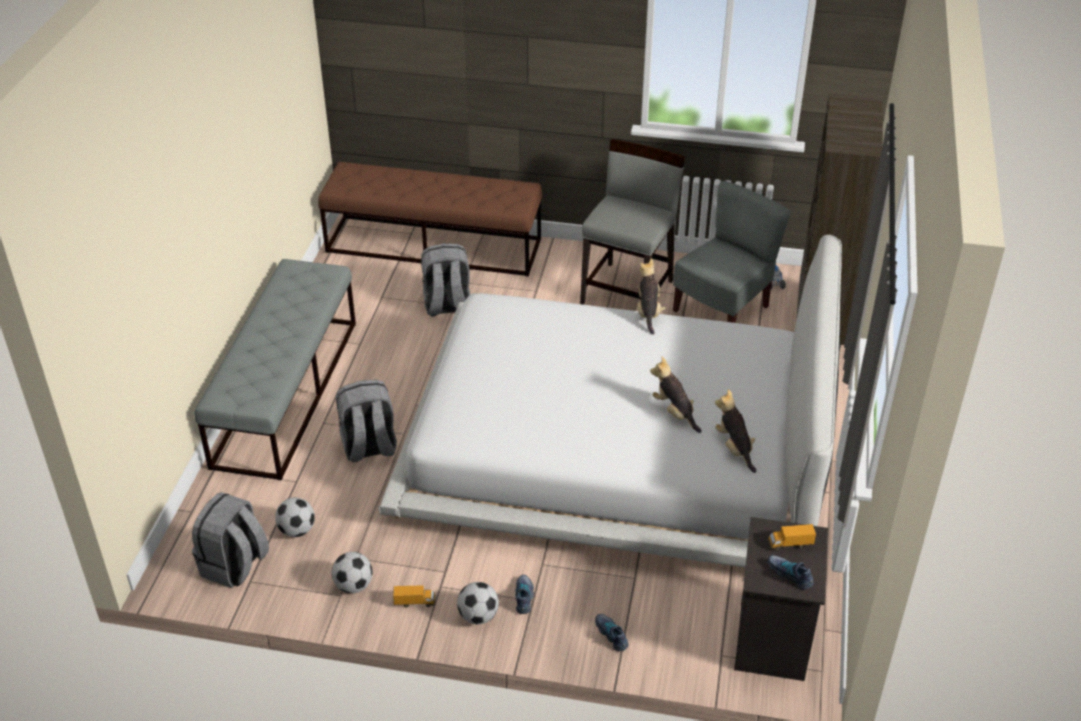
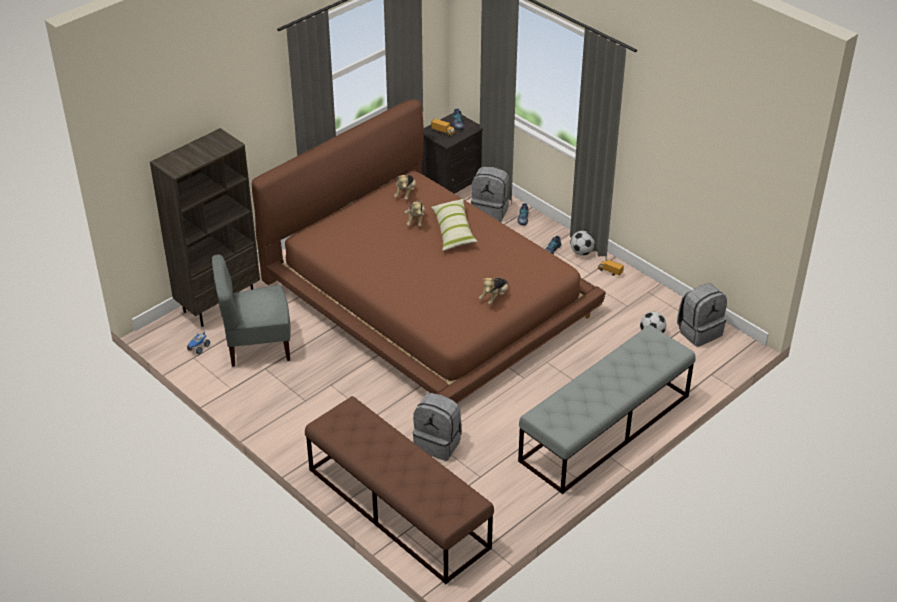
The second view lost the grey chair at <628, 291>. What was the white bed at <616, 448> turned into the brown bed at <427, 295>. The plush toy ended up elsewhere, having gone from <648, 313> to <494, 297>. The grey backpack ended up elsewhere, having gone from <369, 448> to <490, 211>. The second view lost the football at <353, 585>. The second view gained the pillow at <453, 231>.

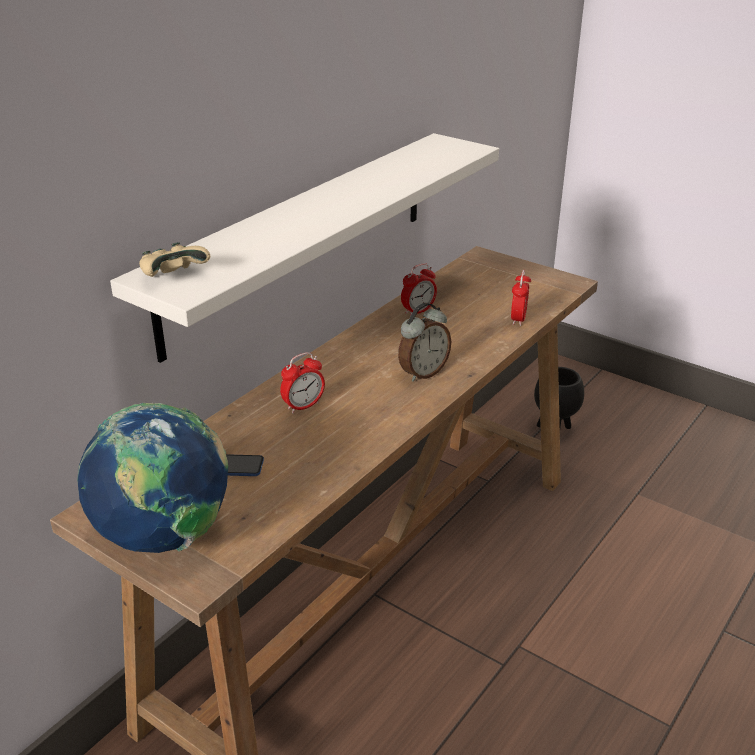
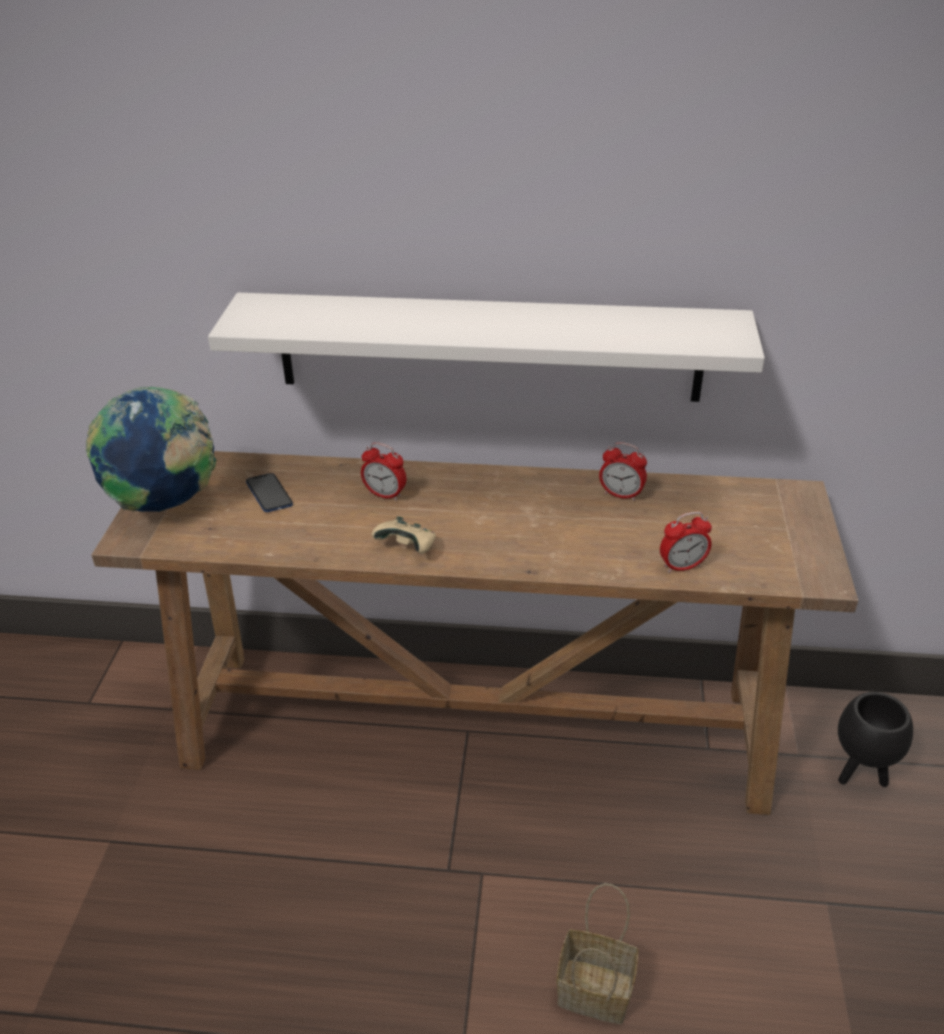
The beige game controller ended up elsewhere, having gone from <174, 276> to <408, 548>. The second view lost the alarm clock at <422, 373>. The second view gained the basket at <597, 990>.

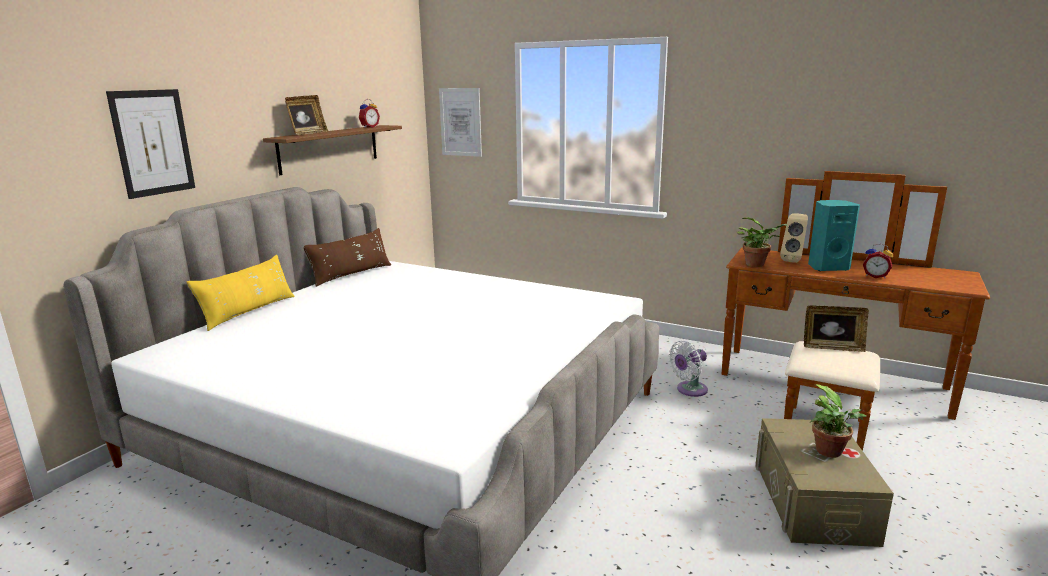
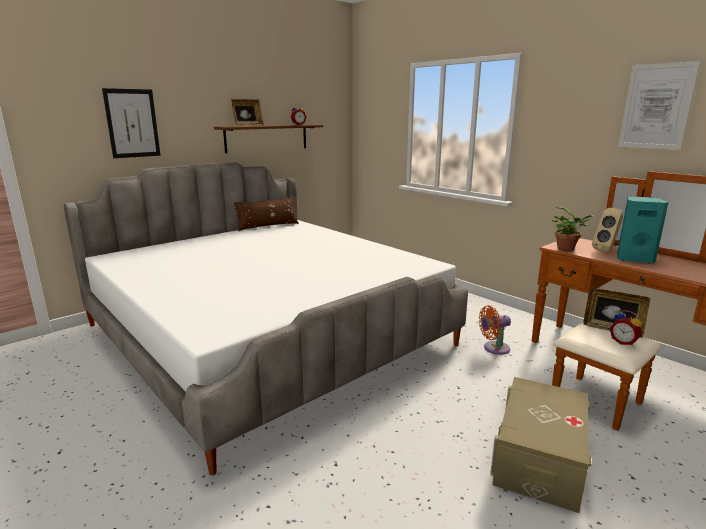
The picture ended up elsewhere, having gone from <460, 122> to <656, 106>. The alarm clock ended up elsewhere, having gone from <875, 276> to <623, 342>. The second view lost the yellow pillow at <249, 312>. What was the white fan at <689, 390> turned into the orange fan at <494, 348>. The second view lost the potted plant at <831, 453>.

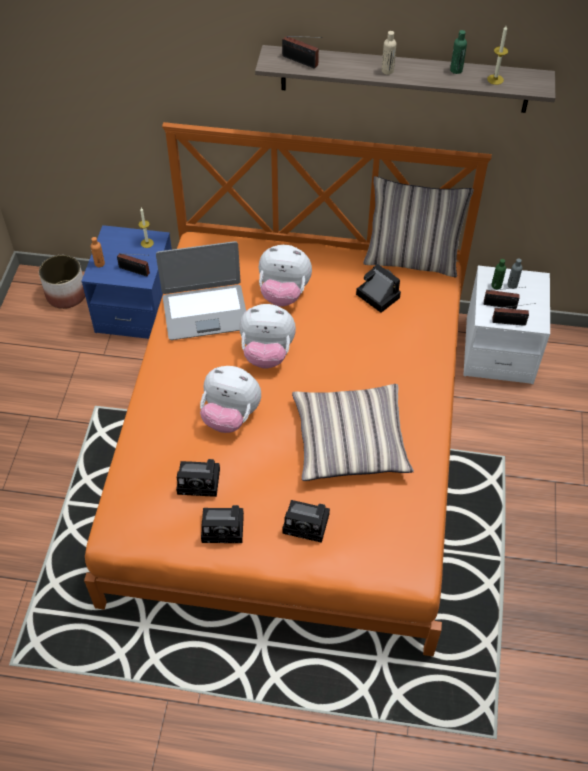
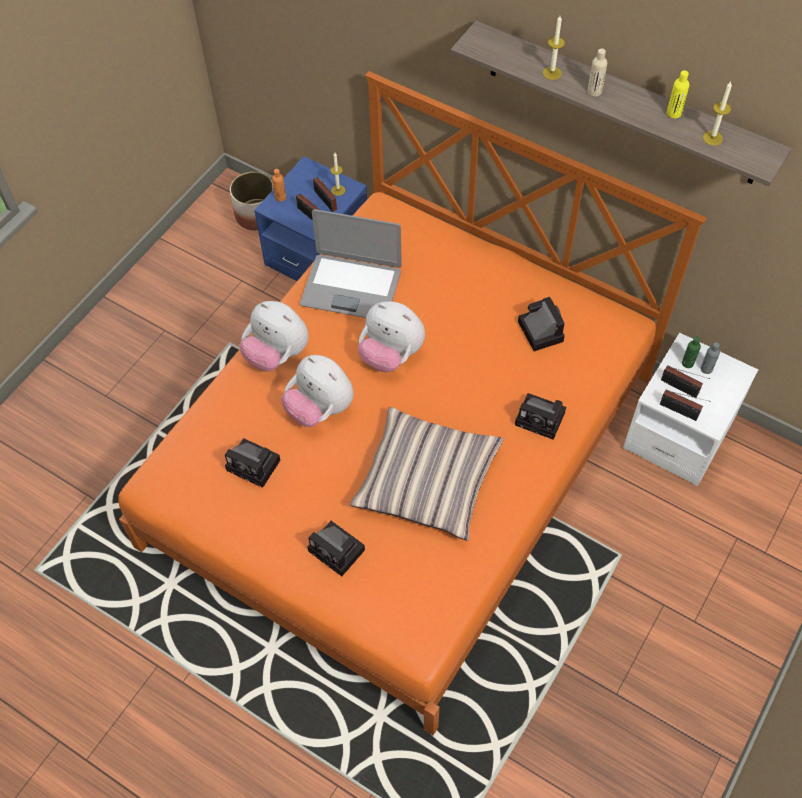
What was the green bottle at <456, 70> turned into the yellow bottle at <674, 113>. The radio ended up elsewhere, having gone from <302, 61> to <326, 201>. The second view lost the pillow at <412, 259>. The plush toy ended up elsewhere, having gone from <284, 294> to <277, 354>. The photo camera ended up elsewhere, having gone from <225, 527> to <542, 419>. The second view gained the candle at <552, 73>.

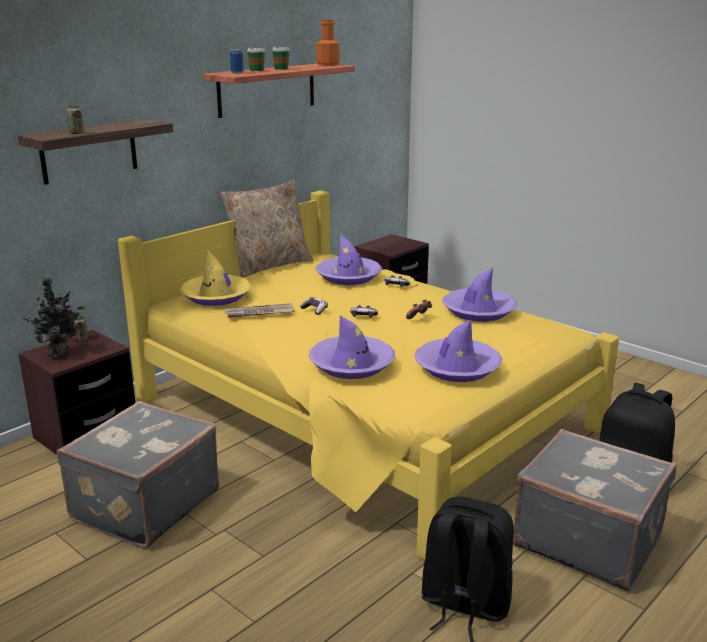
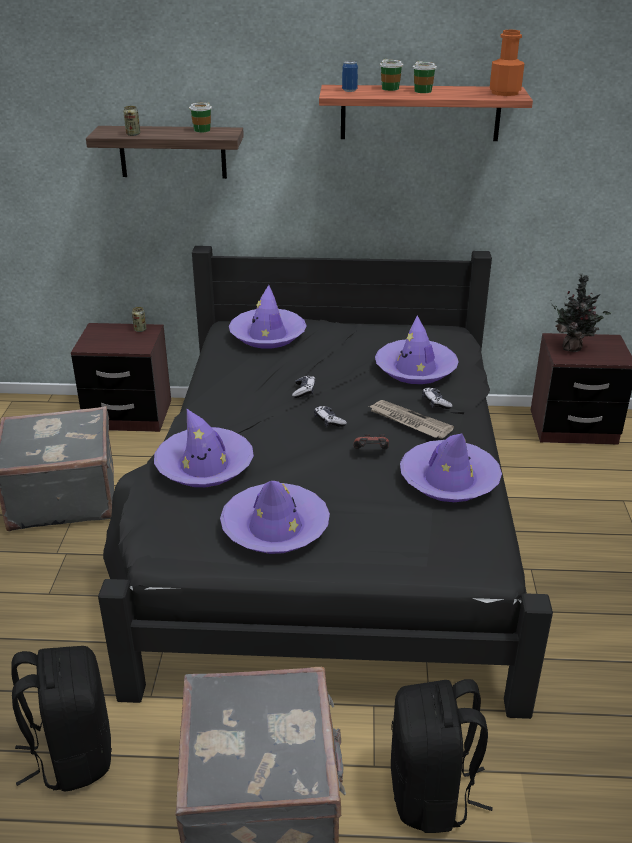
The second view lost the beige pillow at <269, 265>. What was the yellow bed at <363, 413> turned into the black bed at <329, 526>. What was the yellow hat at <216, 296> turned into the purple hat at <268, 335>. The potted plant ended up elsewhere, having gone from <60, 354> to <573, 348>. The newspaper ended up elsewhere, having gone from <259, 313> to <409, 421>. The second view gained the cup at <202, 130>.

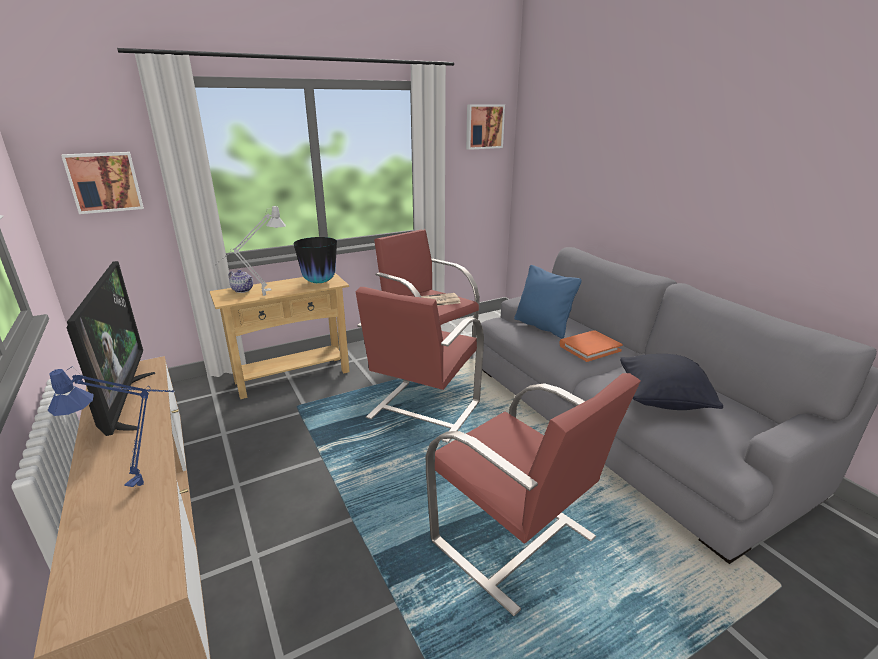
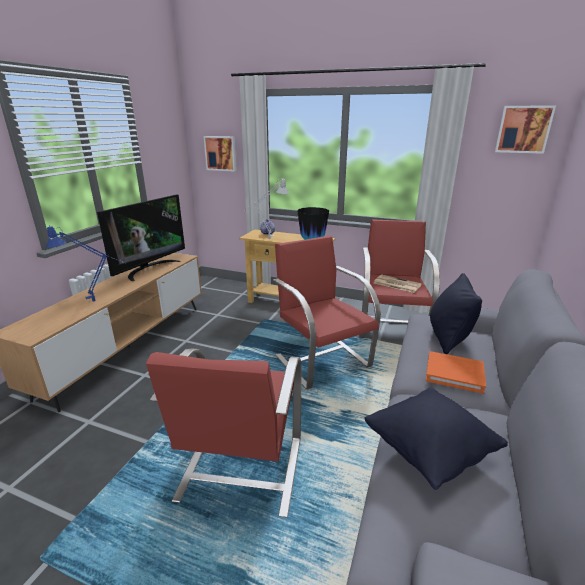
What was the blue pillow at <543, 326> turned into the black pillow at <448, 337>. The red armchair at <423, 411> ended up facing another way, 75 degrees clockwise from before.

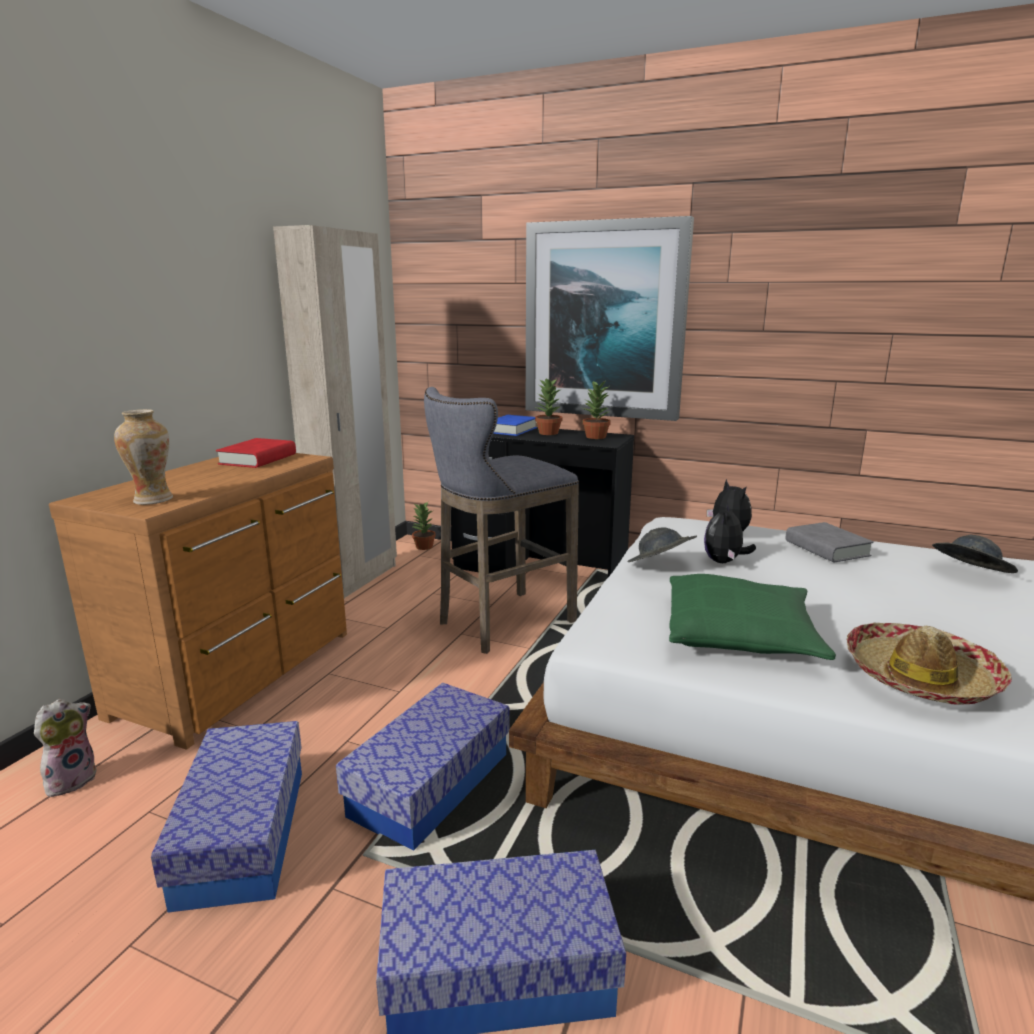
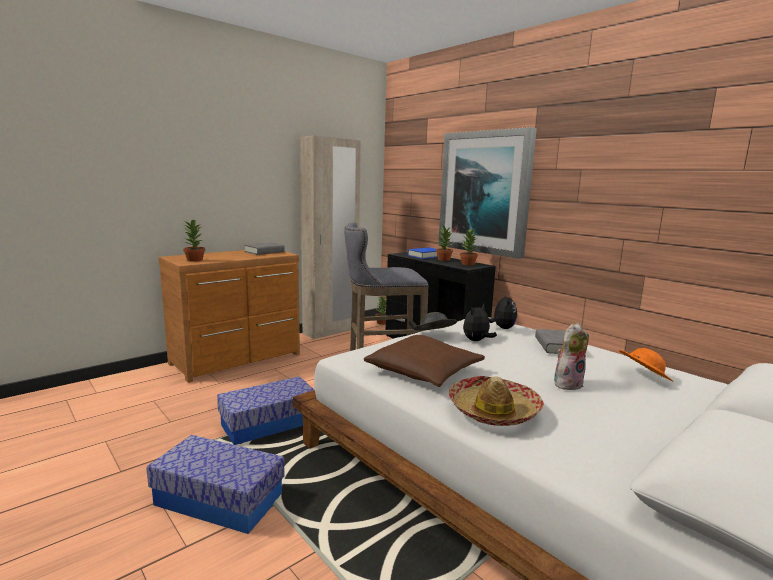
Where the vase stood at <153, 500>, the potted plant came to stand at <194, 260>. What was the red book at <258, 459> turned into the grey book at <264, 252>. What was the grey hat at <968, 574> turned into the orange hat at <642, 377>. What was the green pillow at <740, 633> turned into the brown pillow at <424, 371>. The plush toy ended up elsewhere, having gone from <72, 779> to <567, 383>. The second view lost the storage box at <242, 834>.

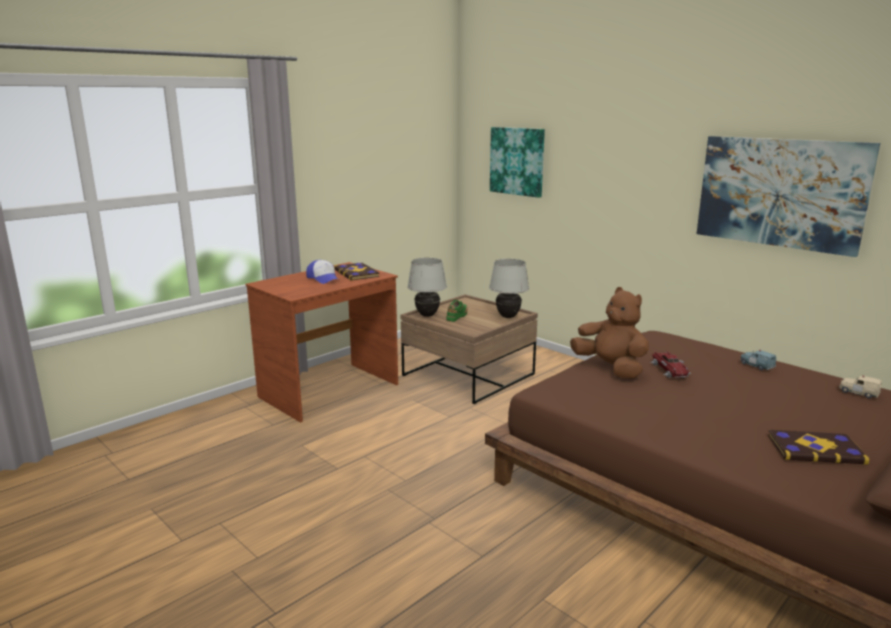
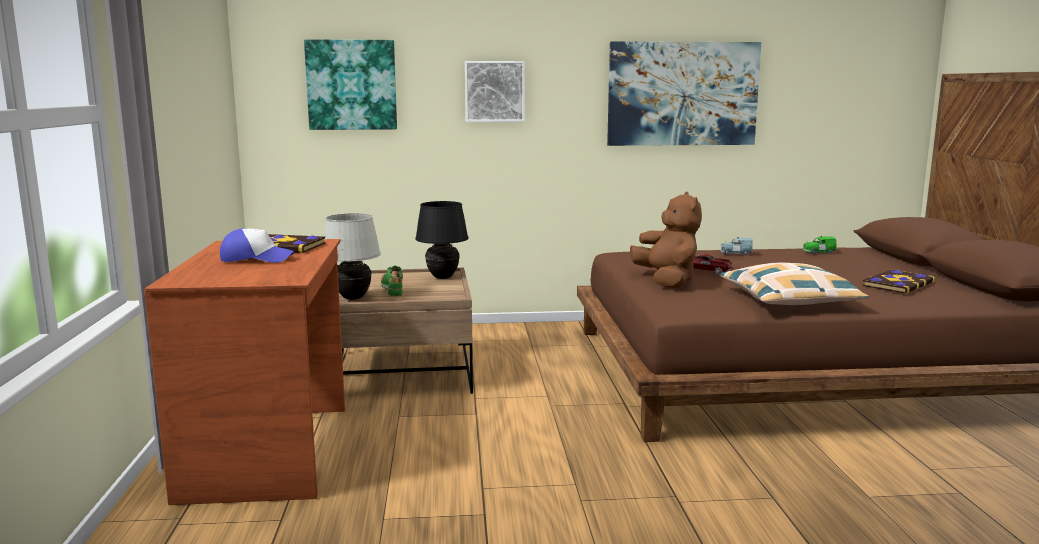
What was the white table lamp at <507, 317> turned into the black table lamp at <442, 278>. The brown plush toy at <610, 368> ended up facing another way, 75 degrees clockwise from before. What was the beige toy car at <858, 393> turned into the green toy car at <818, 252>. The second view gained the picture at <494, 91>. The second view gained the pillow at <789, 300>.

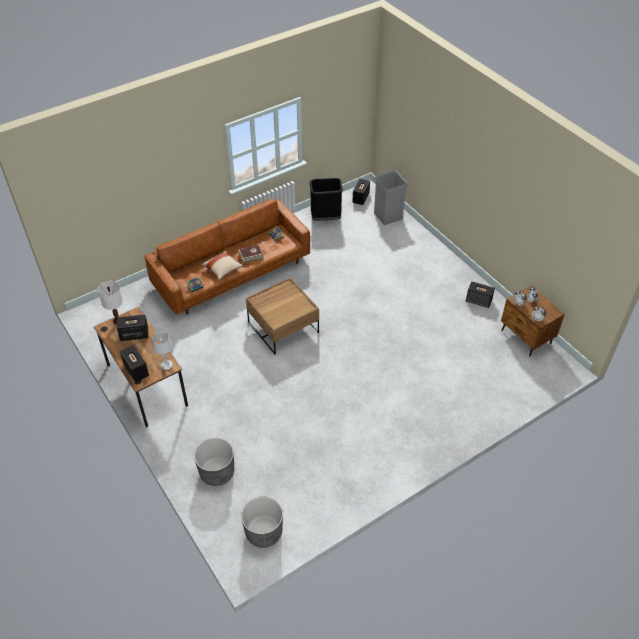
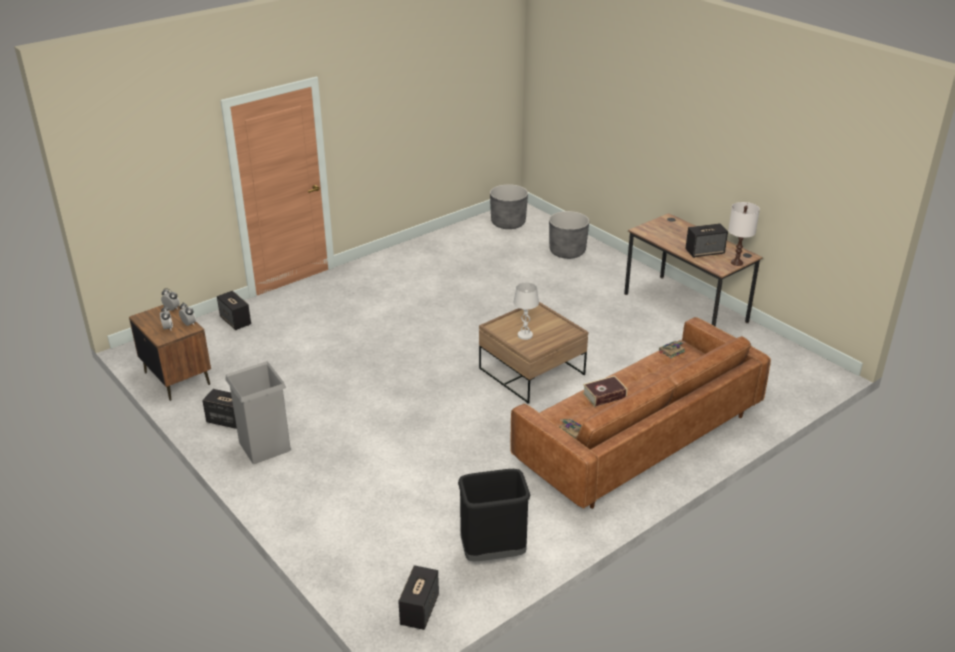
The grey trash can ended up elsewhere, having gone from <388, 216> to <264, 446>. The second view lost the beige pillow at <222, 269>. The white table lamp ended up elsewhere, having gone from <166, 365> to <525, 335>. The speaker ended up elsewhere, having gone from <136, 370> to <236, 321>.

